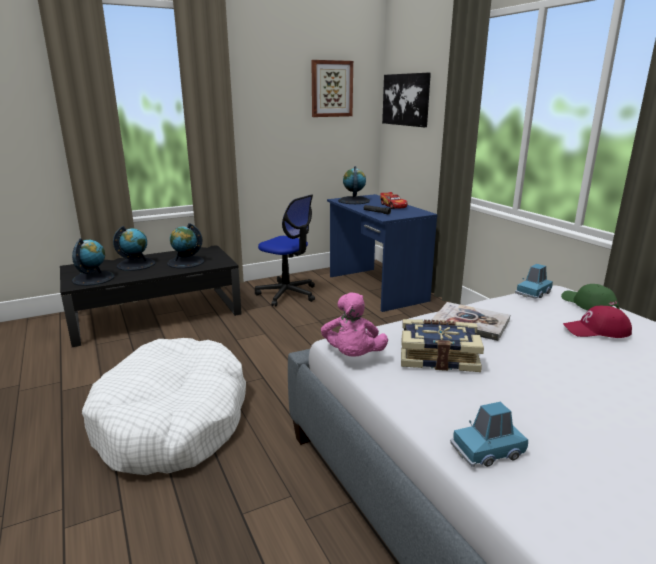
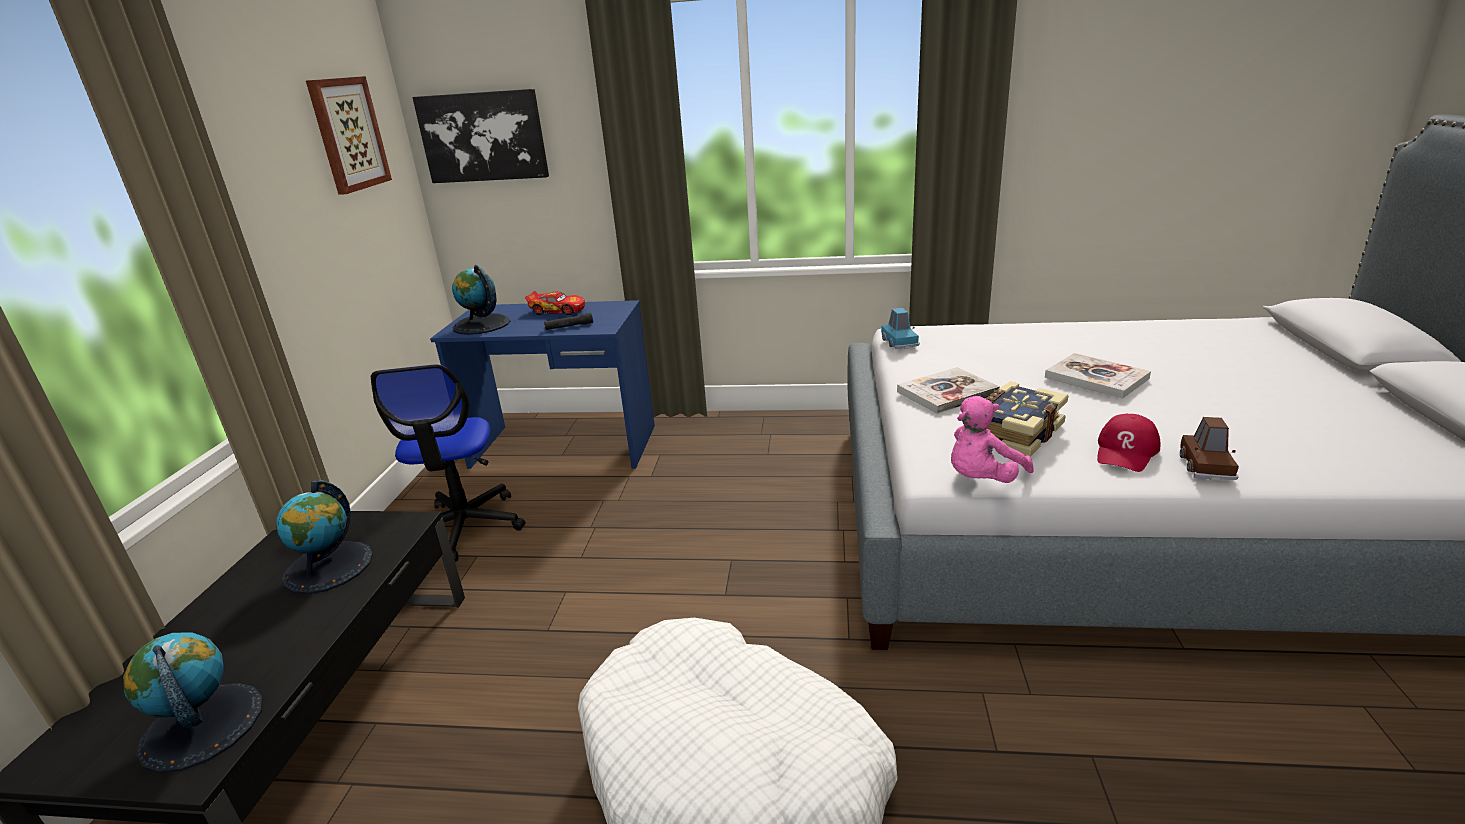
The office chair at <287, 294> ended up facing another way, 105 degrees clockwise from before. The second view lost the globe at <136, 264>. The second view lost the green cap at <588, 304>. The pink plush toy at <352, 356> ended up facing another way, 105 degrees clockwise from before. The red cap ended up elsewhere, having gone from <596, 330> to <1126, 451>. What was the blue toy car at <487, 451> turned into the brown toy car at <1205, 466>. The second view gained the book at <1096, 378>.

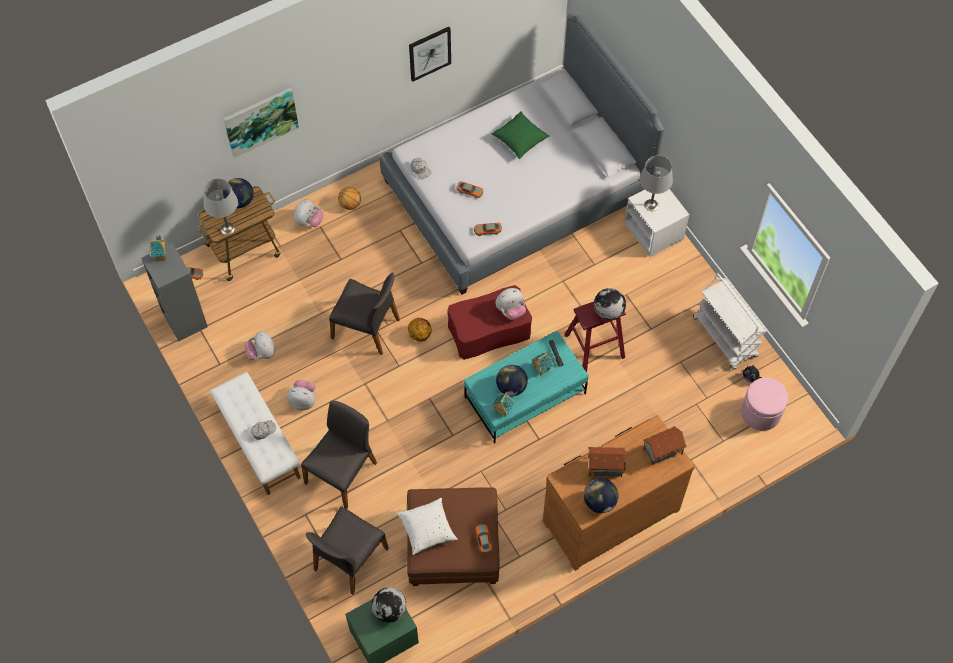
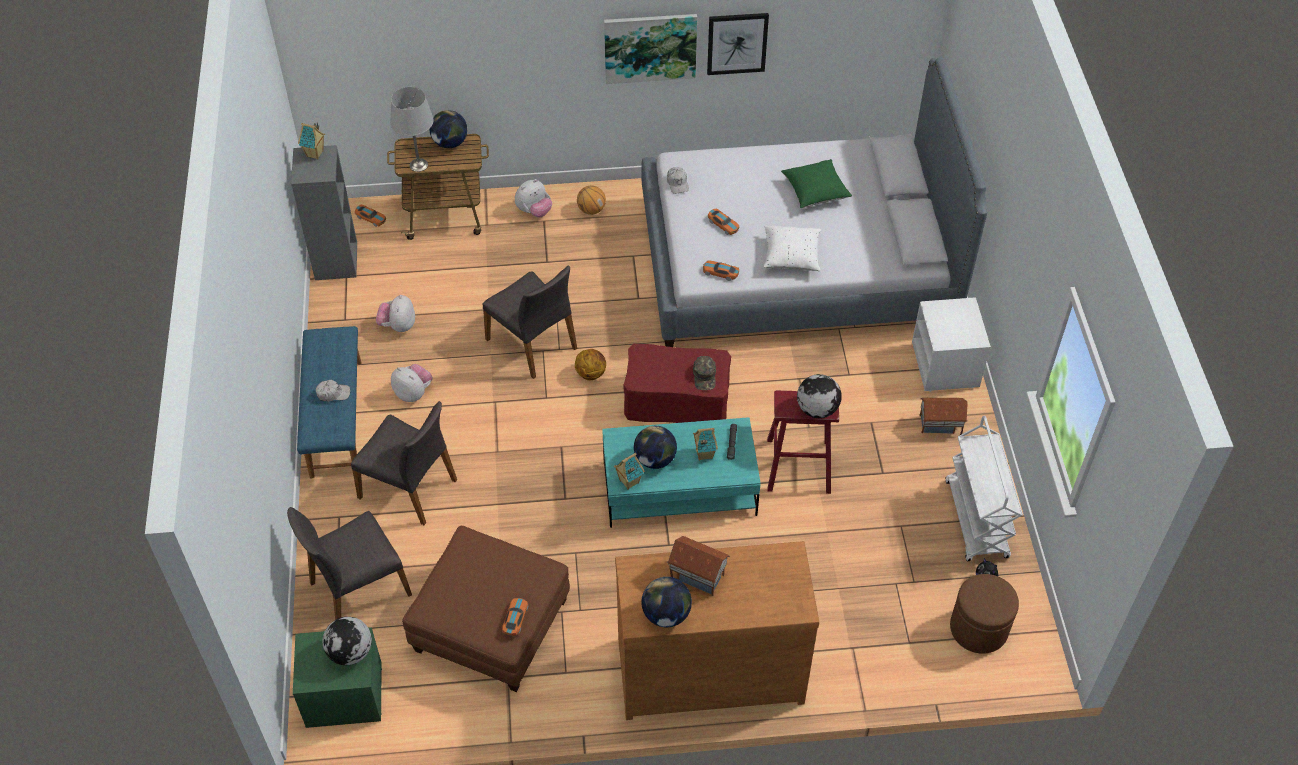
The picture ended up elsewhere, having gone from <260, 121> to <650, 47>. The second view lost the grey table lamp at <651, 205>. Where the plush toy stood at <510, 310>, the green cap came to stand at <705, 376>. What was the white bench at <258, 442> turned into the blue bench at <335, 418>. What was the pink ottoman at <760, 412> turned into the brown ottoman at <978, 628>. The grey chair at <342, 472> ended up facing another way, 60 degrees clockwise from before. The toy house ended up elsewhere, having gone from <663, 452> to <940, 425>. The white pillow ended up elsewhere, having gone from <427, 530> to <791, 256>.

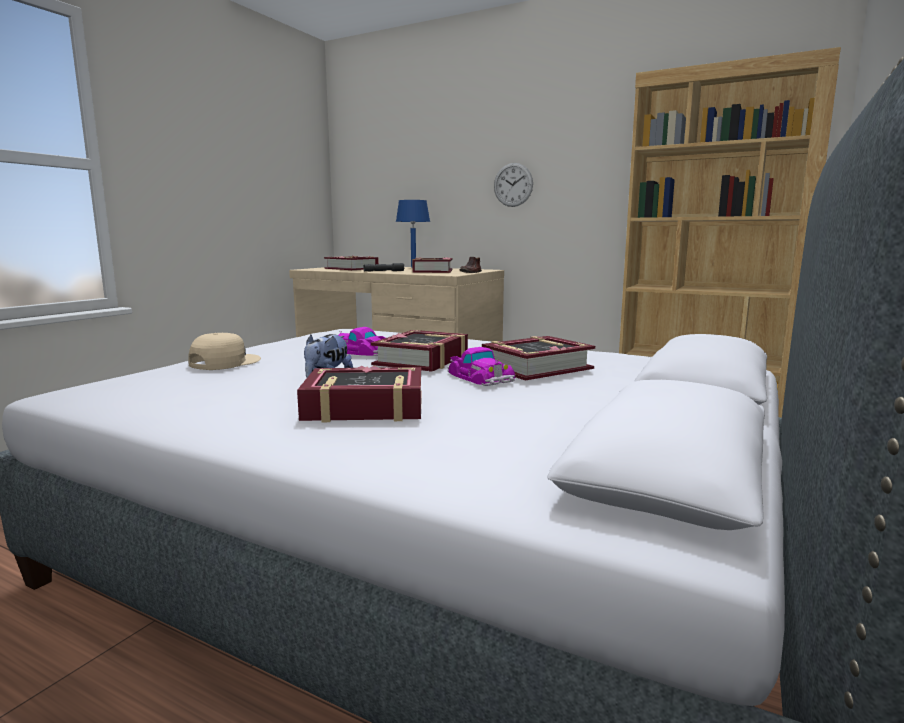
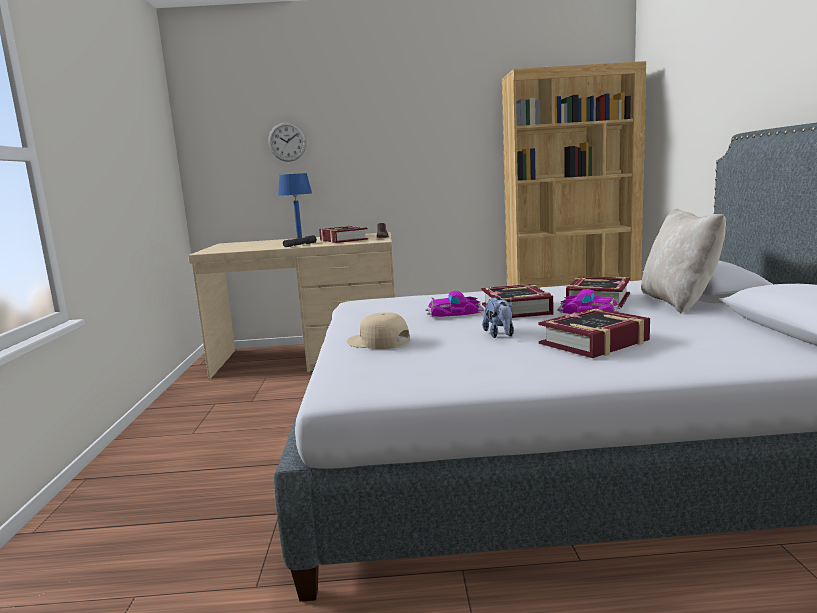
The wall clock ended up elsewhere, having gone from <513, 185> to <287, 142>. The second view lost the book at <352, 269>. The beige cap at <224, 362> ended up facing another way, 60 degrees counterclockwise from before. The second view gained the beige pillow at <679, 302>.

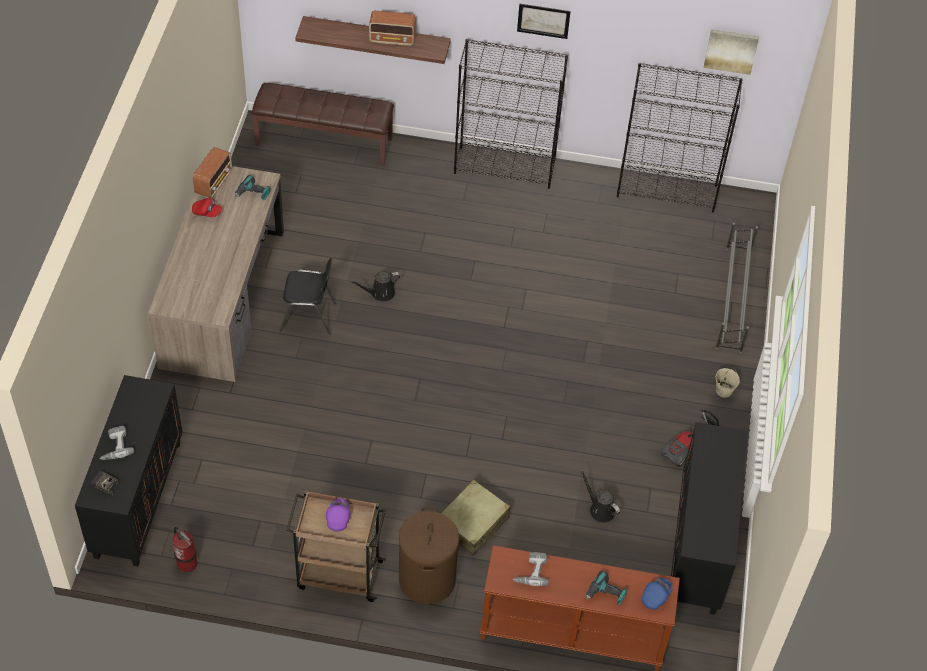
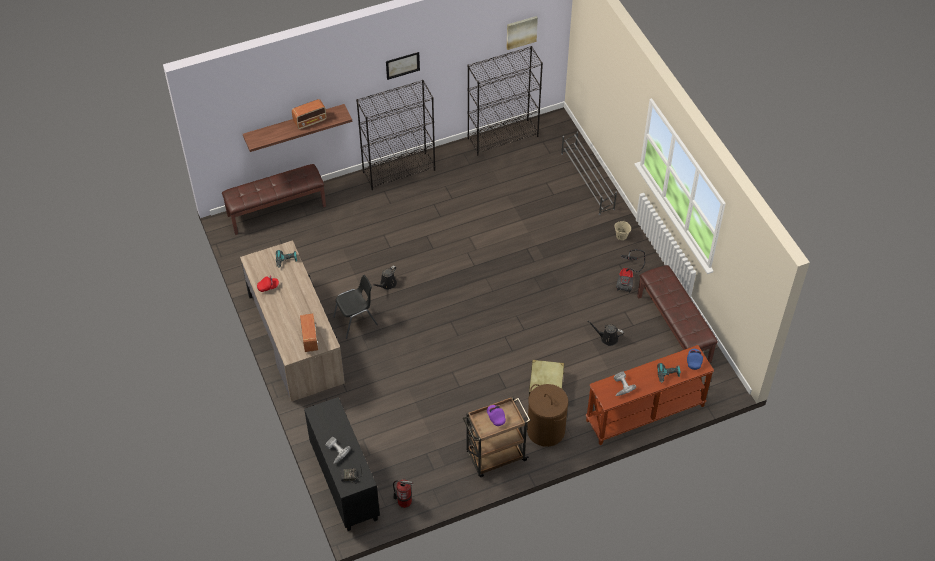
The radio ended up elsewhere, having gone from <214, 182> to <310, 339>. Where the black cabinet stood at <699, 547>, the brown bench came to stand at <674, 329>.

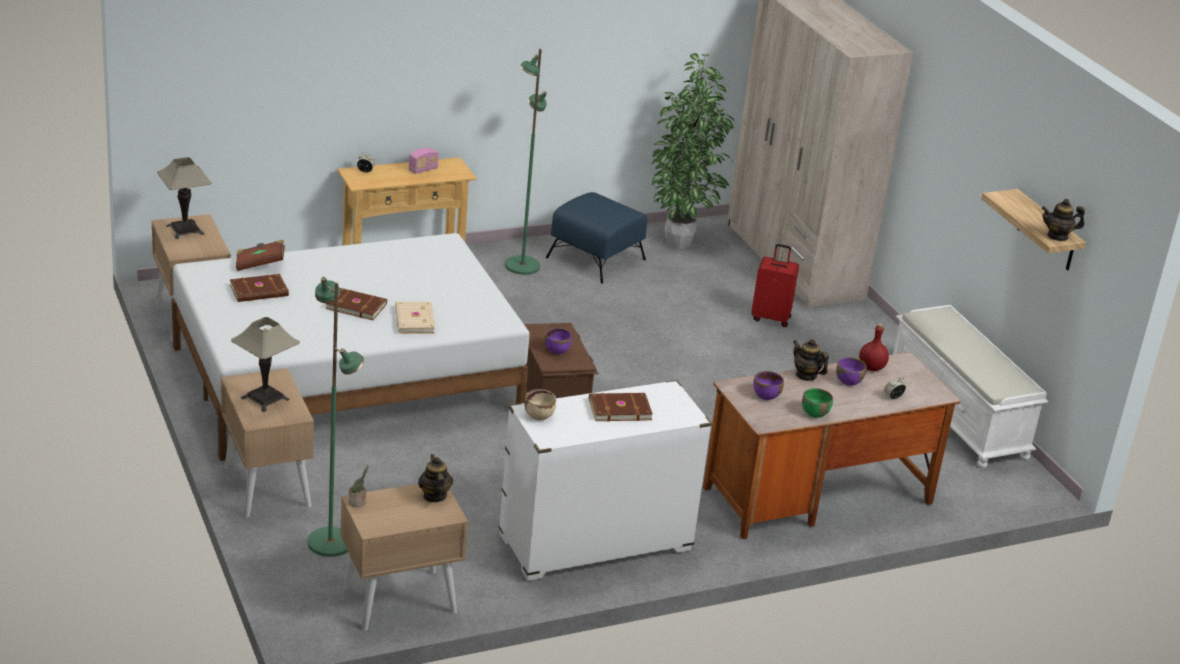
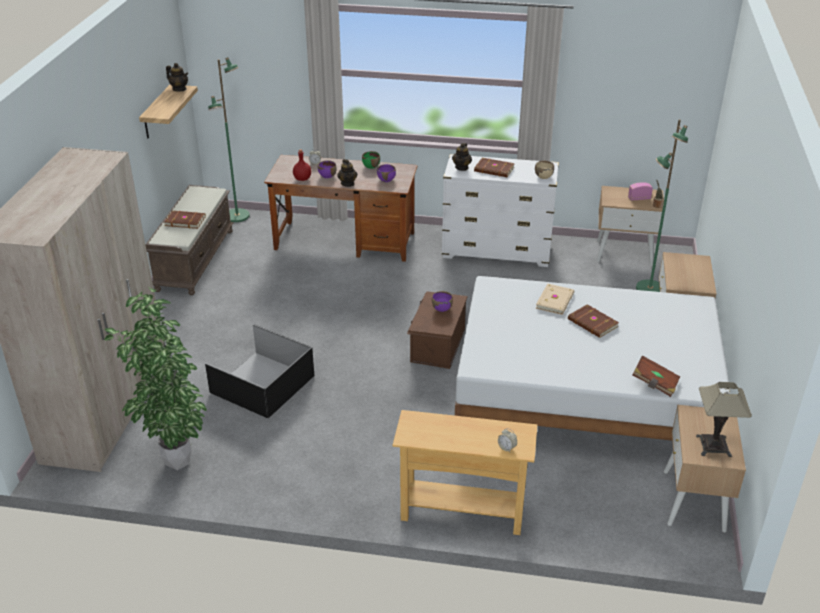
The green floor lamp ended up elsewhere, having gone from <521, 266> to <237, 216>. The radio ended up elsewhere, having gone from <423, 170> to <639, 198>. The second view lost the blue ottoman at <596, 259>. The second view lost the red suitcase at <771, 318>. The brown book ended up elsewhere, having gone from <259, 291> to <185, 221>. What was the white bench at <958, 416> turned into the brown bench at <194, 259>. The second view lost the table lamp at <265, 398>. The teapot ended up elsewhere, having gone from <434, 496> to <462, 167>. The second view gained the black storage box at <263, 383>.

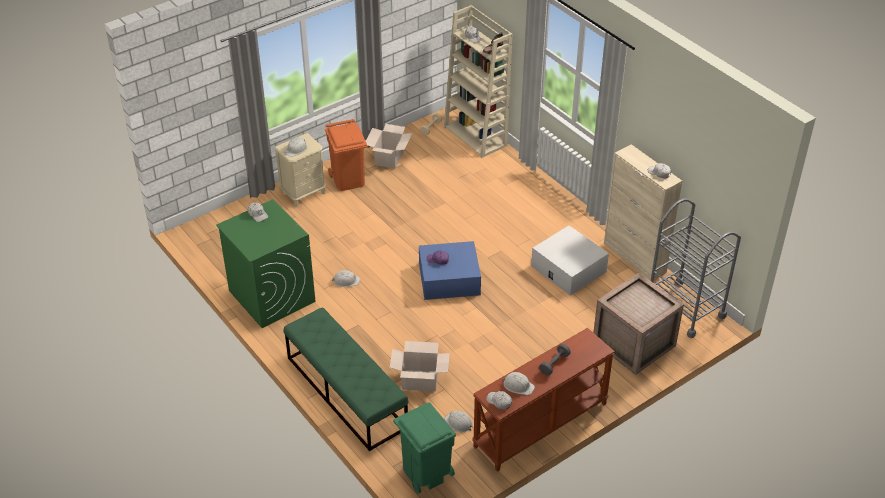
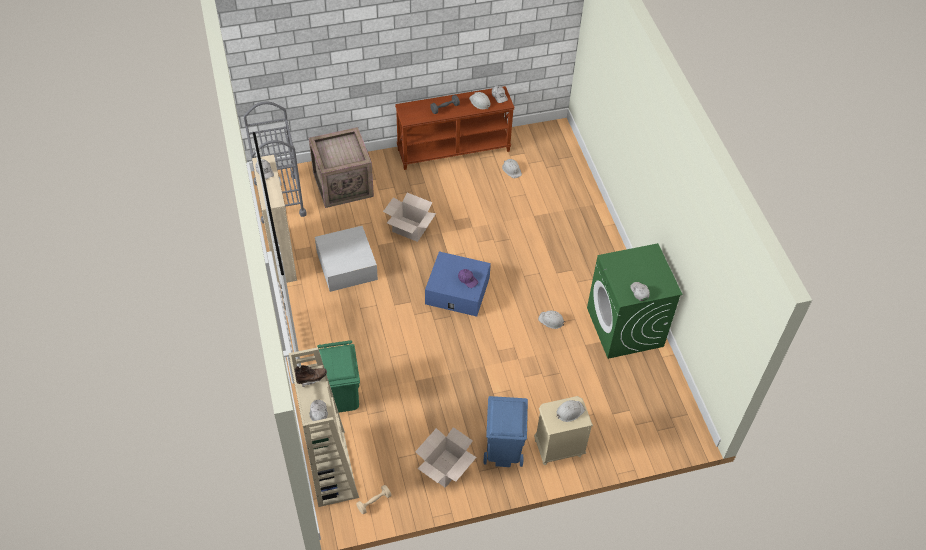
What was the orange trash can at <348, 180> turned into the blue trash can at <503, 450>. The second view lost the green bench at <346, 392>. The cardboard box ended up elsewhere, having gone from <419, 380> to <410, 229>. The green trash can ended up elsewhere, having gone from <425, 473> to <342, 397>.

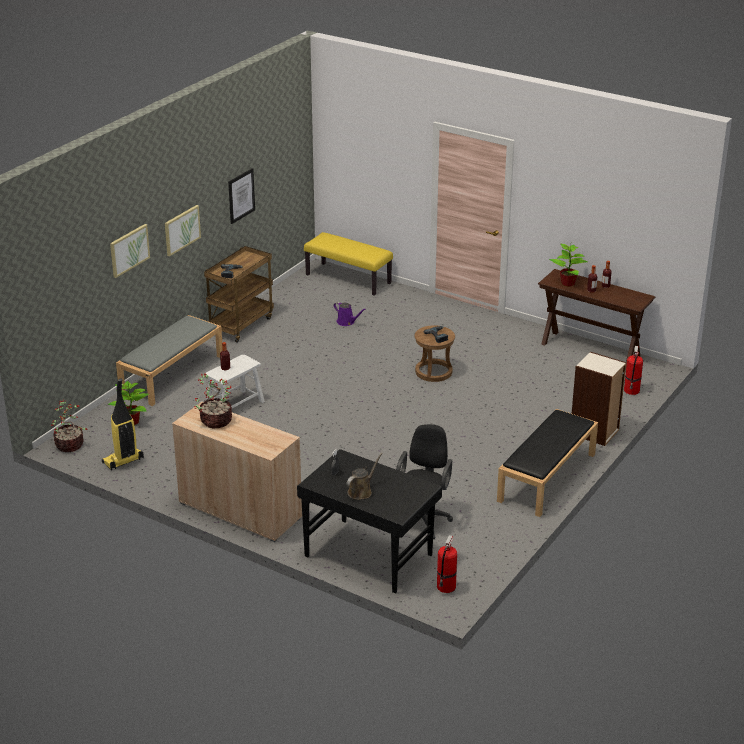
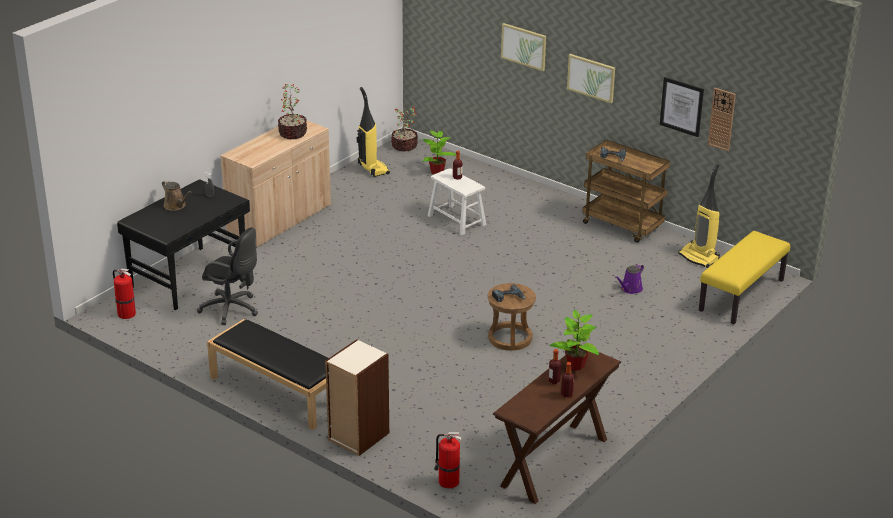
The second view lost the grey bench at <172, 374>. The second view gained the wall clock at <722, 119>. The second view gained the vacuum cleaner at <699, 257>.

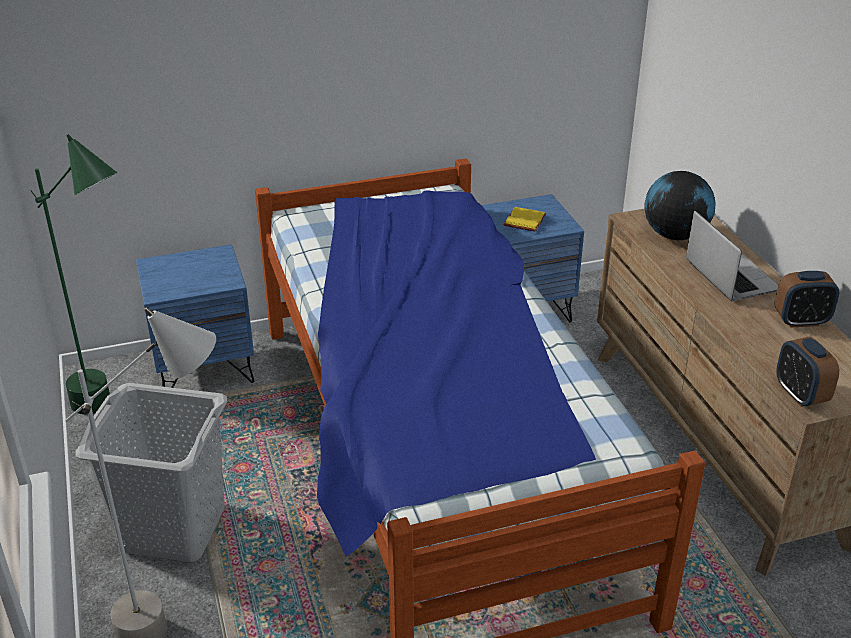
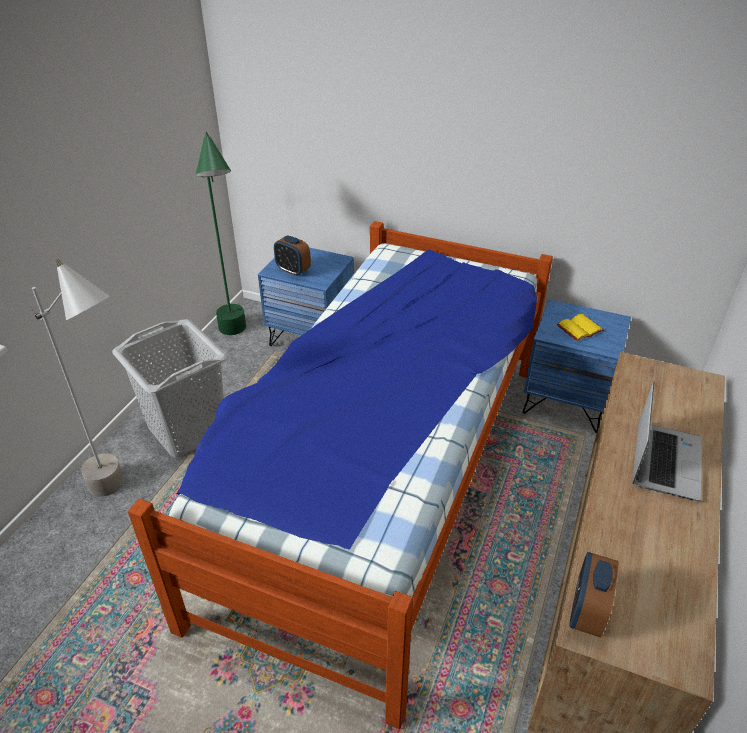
The second view lost the globe at <674, 235>. The alarm clock ended up elsewhere, having gone from <801, 321> to <293, 270>.

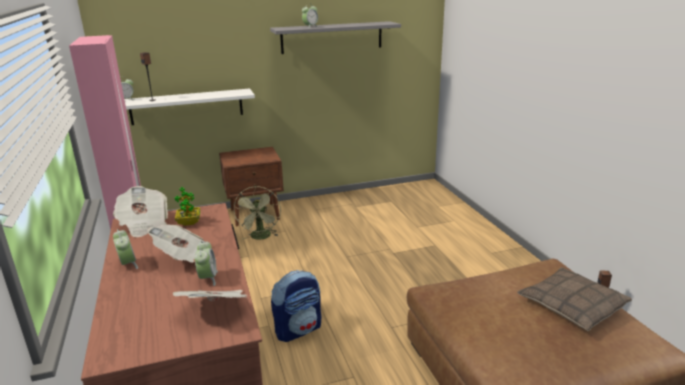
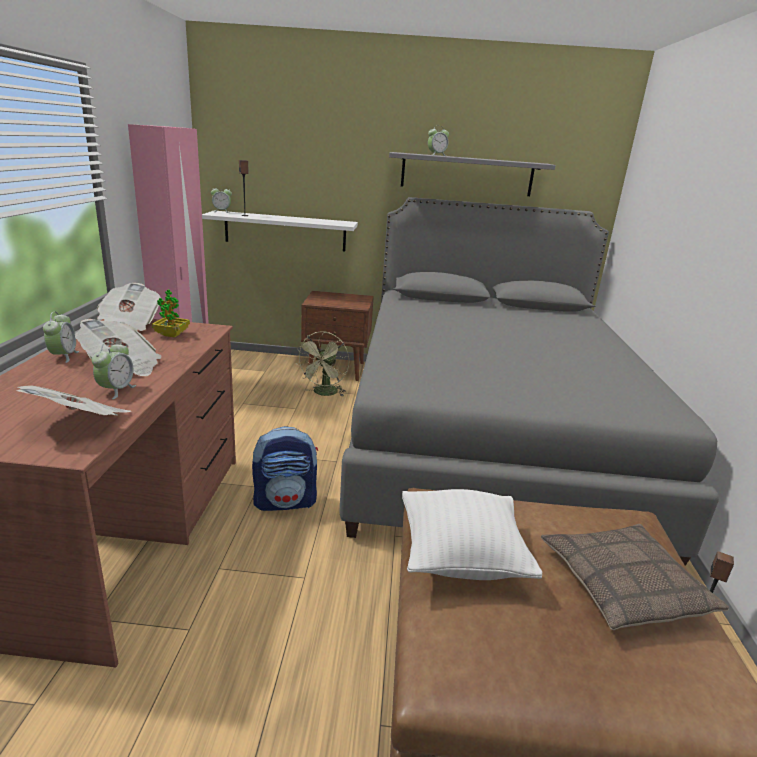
The second view gained the grey bed at <486, 438>. The second view gained the white pillow at <461, 557>.

